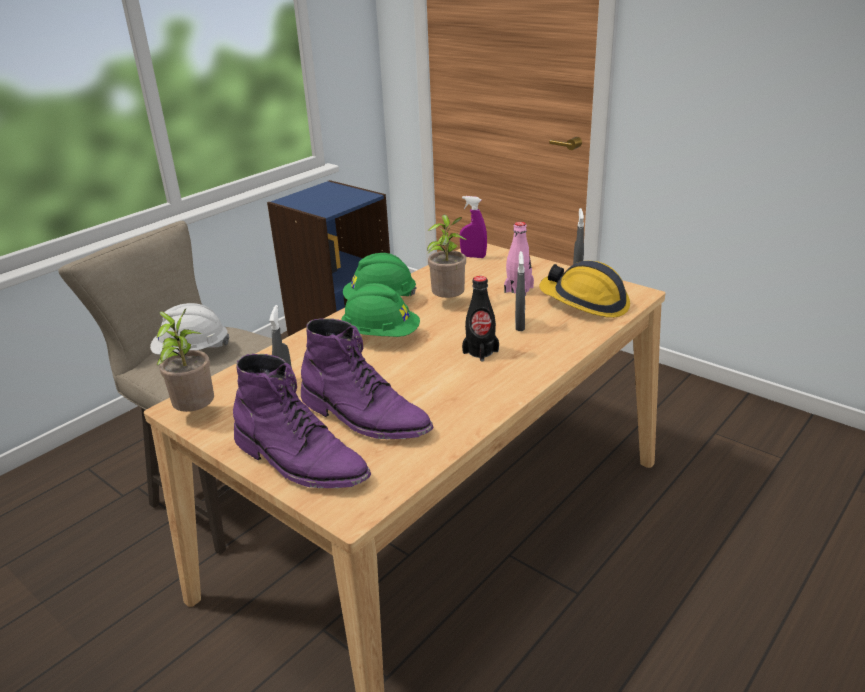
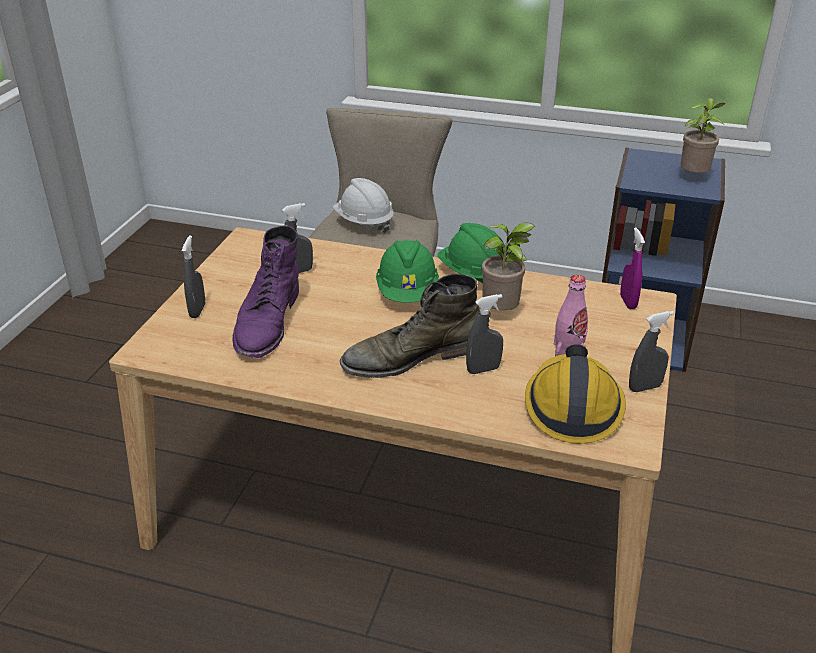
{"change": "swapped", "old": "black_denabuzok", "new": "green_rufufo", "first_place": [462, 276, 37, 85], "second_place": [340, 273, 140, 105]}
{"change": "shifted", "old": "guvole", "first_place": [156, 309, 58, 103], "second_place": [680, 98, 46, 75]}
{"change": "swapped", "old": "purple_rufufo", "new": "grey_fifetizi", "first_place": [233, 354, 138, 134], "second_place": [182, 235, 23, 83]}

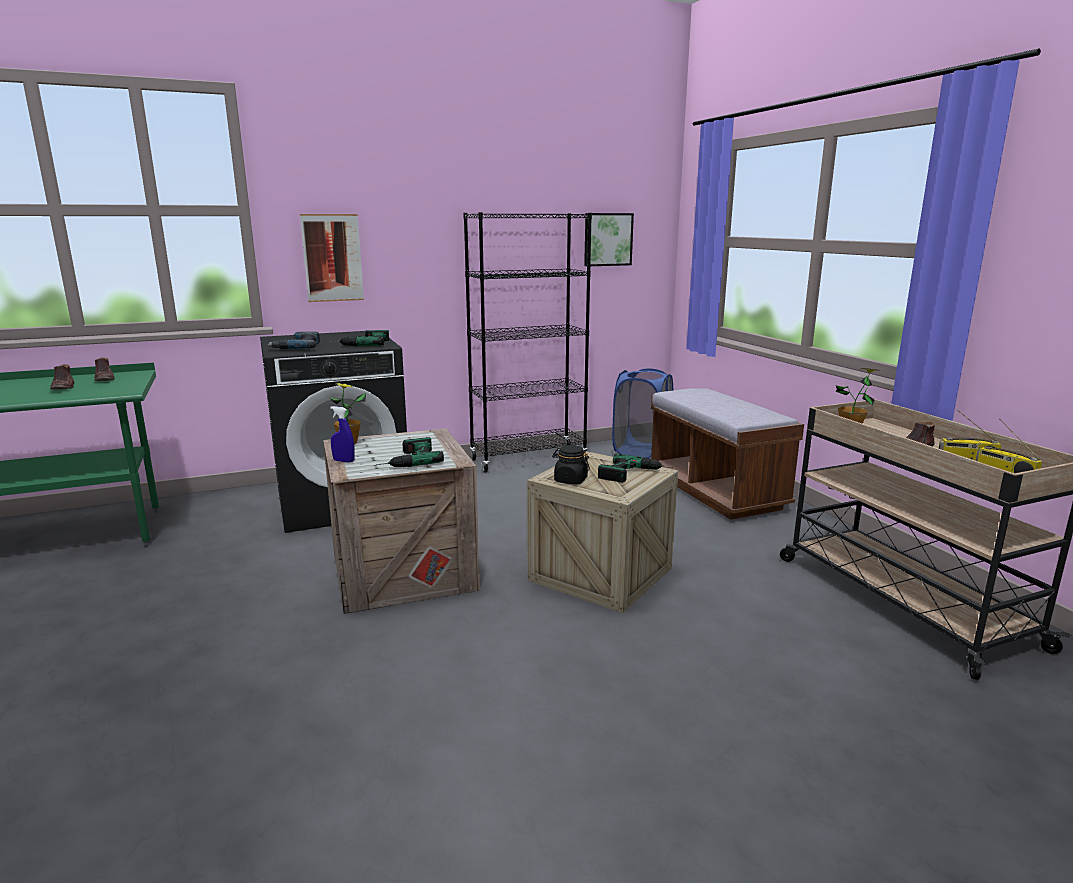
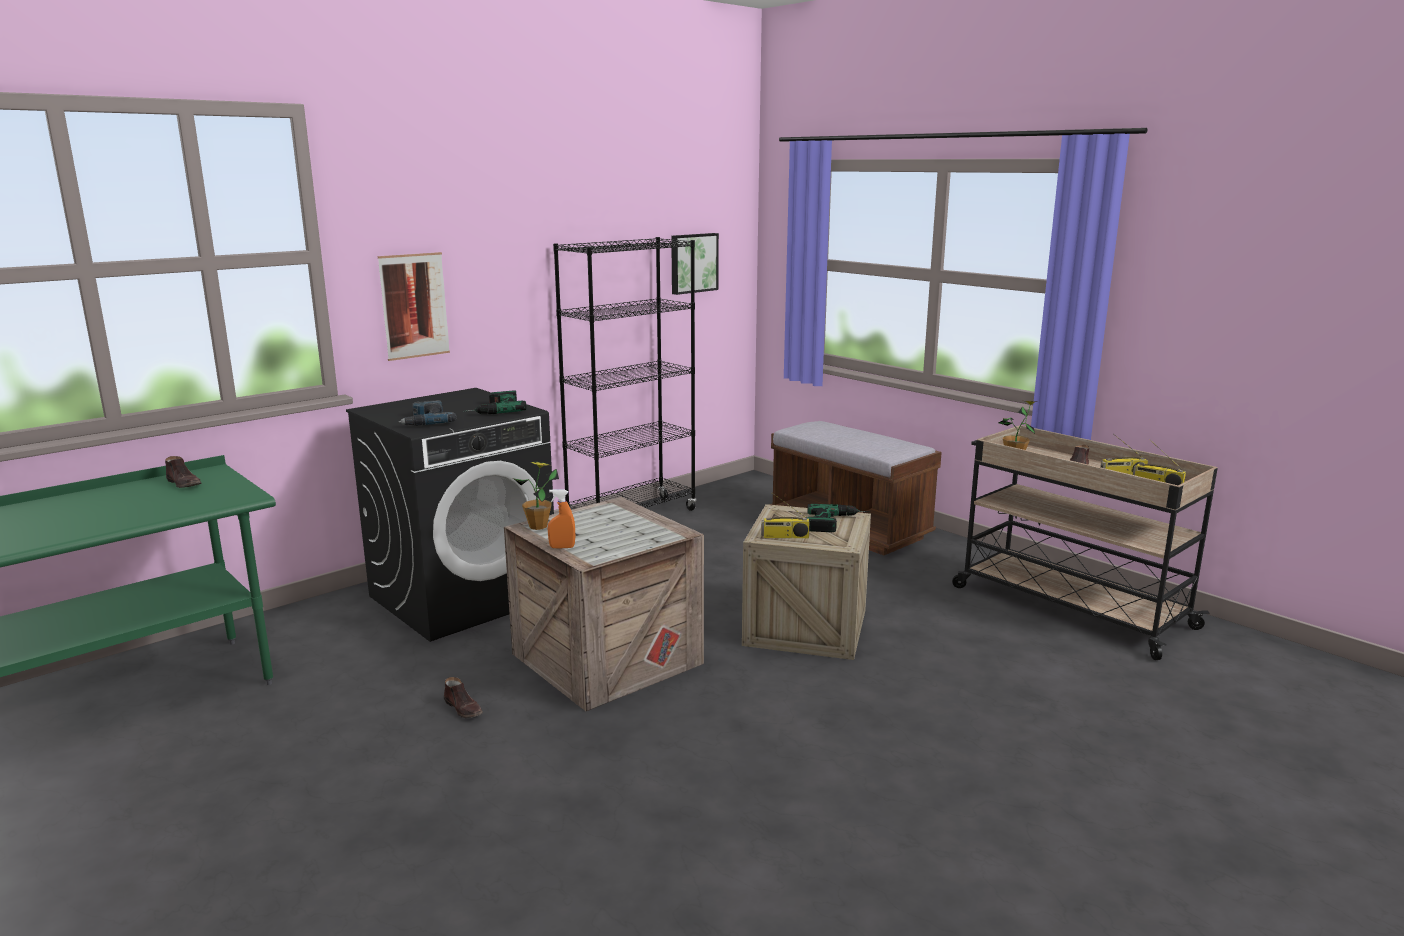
{"change": "shifted", "old": "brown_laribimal", "first_place": [50, 364, 24, 26], "second_place": [444, 677, 39, 41]}
{"change": "gone", "old": "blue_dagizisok", "first_place": [612, 368, 61, 90]}
{"change": "repainted", "old": "blue_fifetizi", "new": "orange_fifetizi", "first_place": [330, 406, 25, 57], "second_place": [548, 489, 27, 60]}
{"change": "gone", "old": "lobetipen", "first_place": [376, 437, 68, 30]}
{"change": "swapped", "old": "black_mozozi", "new": "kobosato", "first_place": [552, 445, 38, 39], "second_place": [761, 493, 49, 45]}

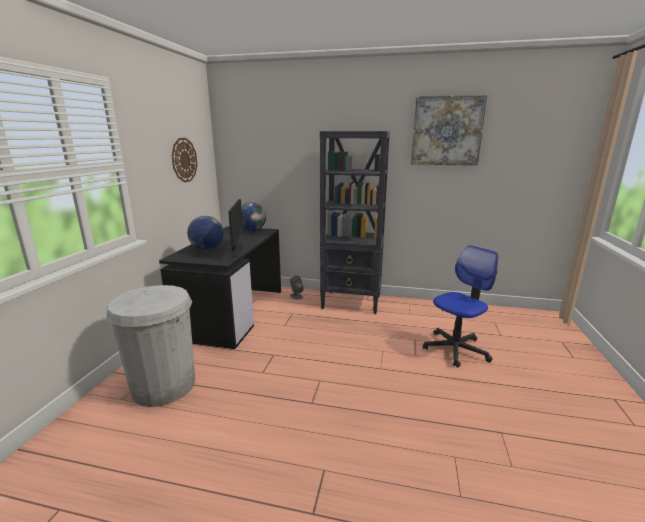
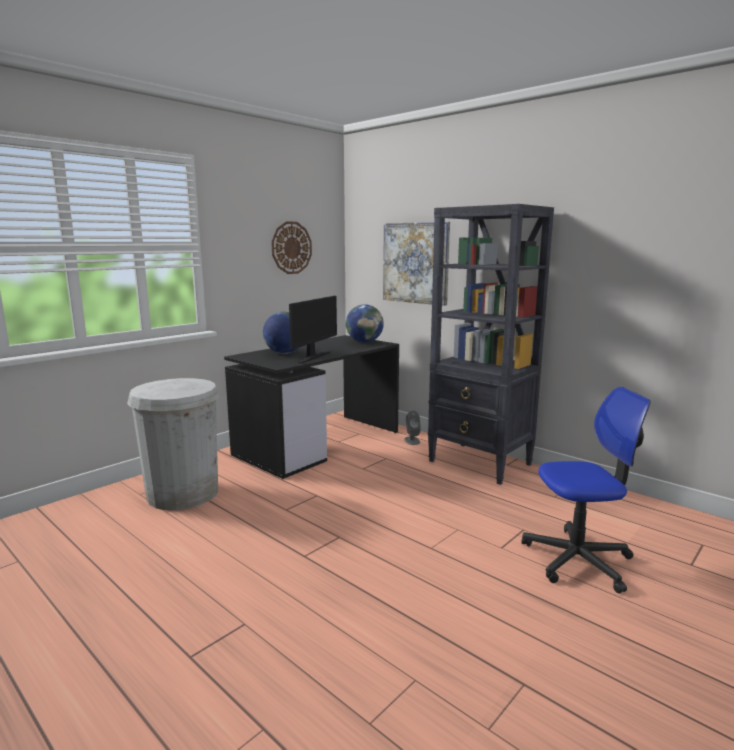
{"change": "shifted", "old": "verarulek", "first_place": [411, 95, 76, 71], "second_place": [383, 222, 67, 84]}

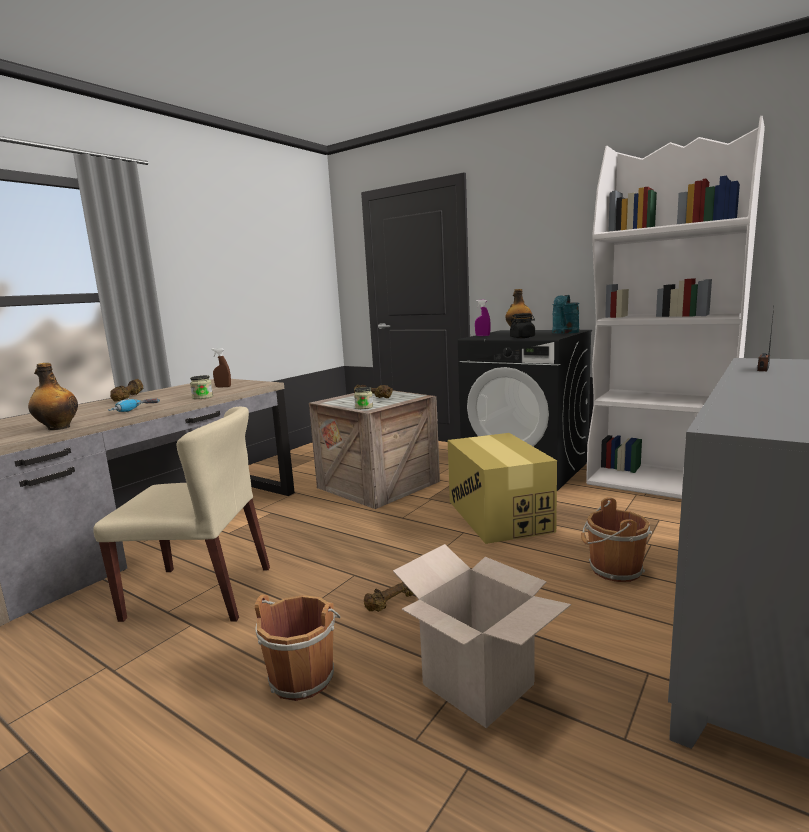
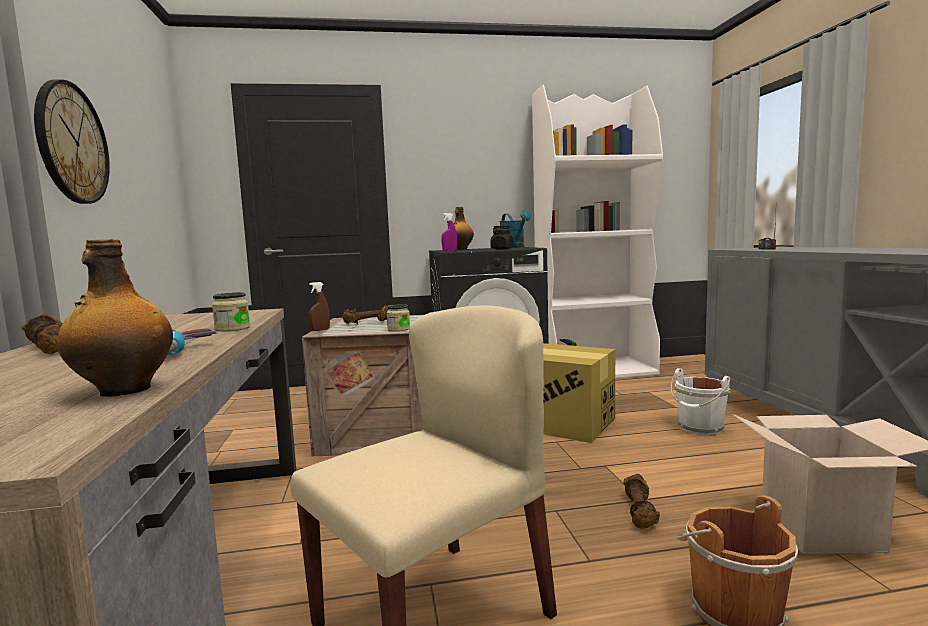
{"change": "shifted", "old": "brown_fifetizi", "first_place": [212, 348, 19, 39], "second_place": [309, 282, 21, 49]}
{"change": "repainted", "old": "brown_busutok", "new": "white_busutok", "first_place": [581, 497, 71, 85], "second_place": [671, 368, 59, 67]}
{"change": "new", "new": "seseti", "second_place": [34, 79, 76, 125]}

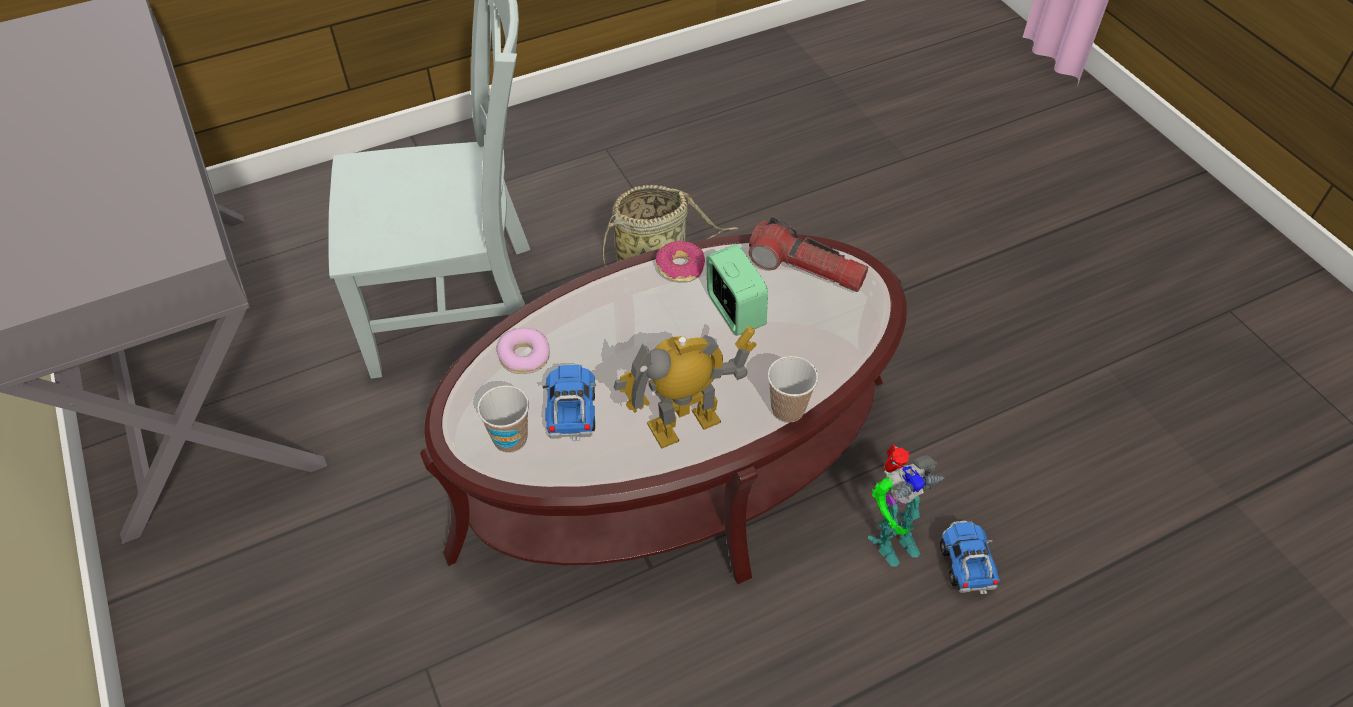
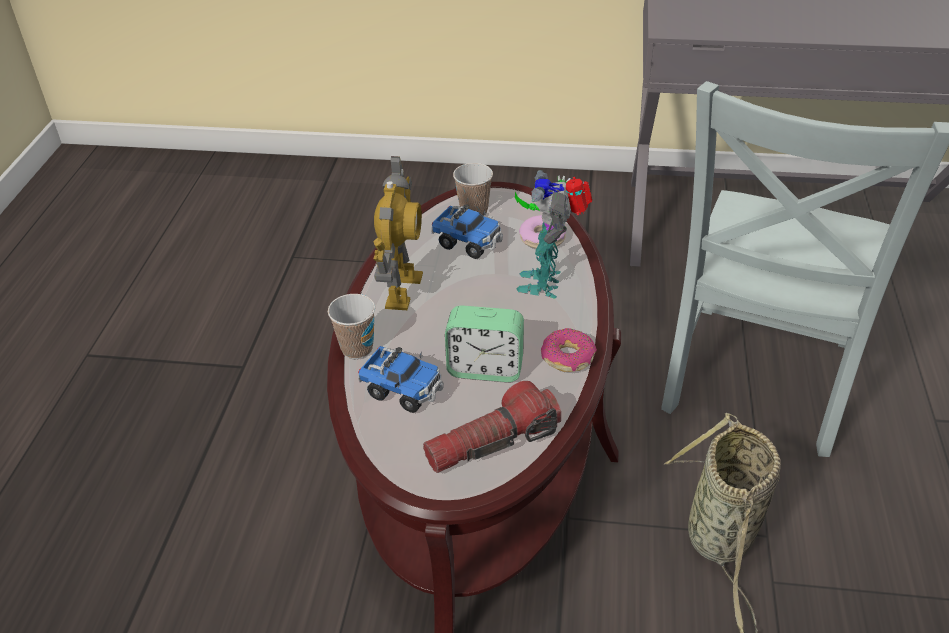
{"change": "shifted", "old": "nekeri", "first_place": [868, 444, 76, 123], "second_place": [515, 170, 77, 129]}
{"change": "shifted", "old": "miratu", "first_place": [940, 521, 60, 73], "second_place": [358, 346, 86, 67]}

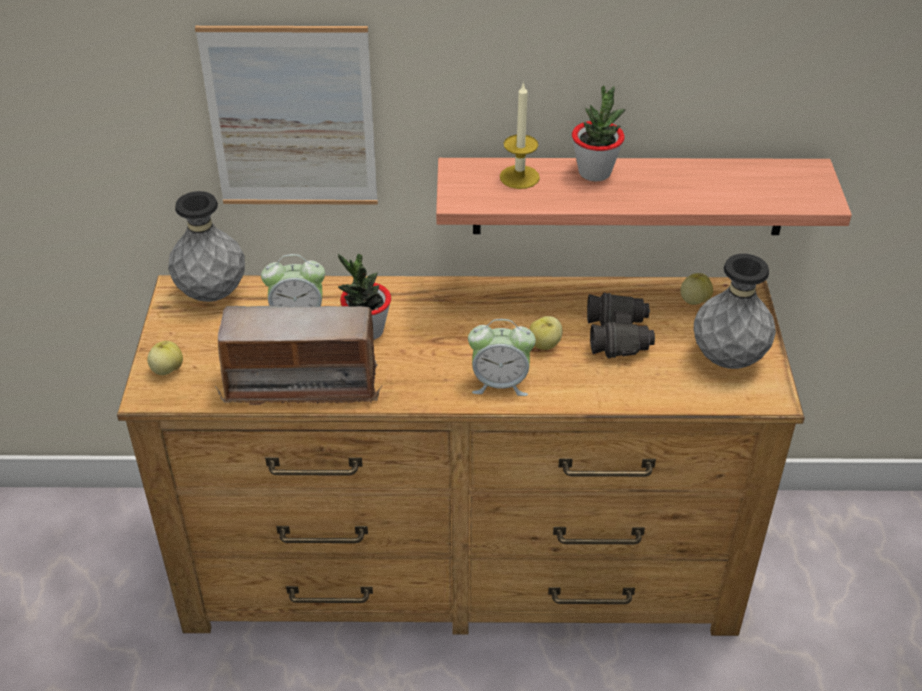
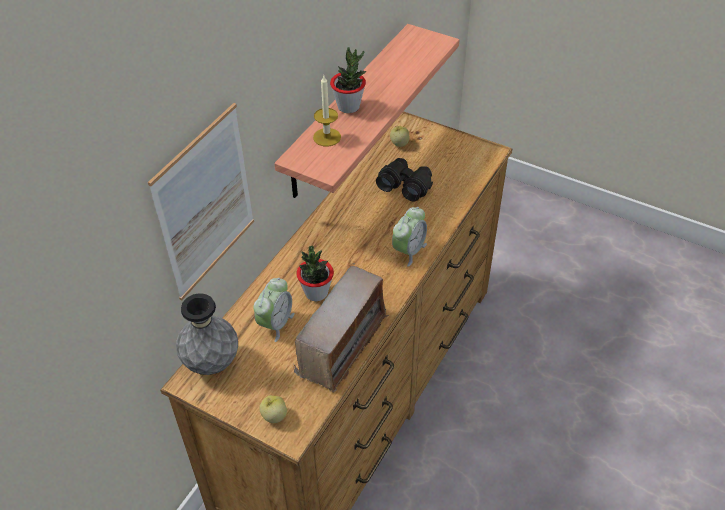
{"change": "gone", "old": "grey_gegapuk", "first_place": [694, 254, 82, 115]}
{"change": "gone", "old": "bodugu", "first_place": [529, 316, 33, 34]}

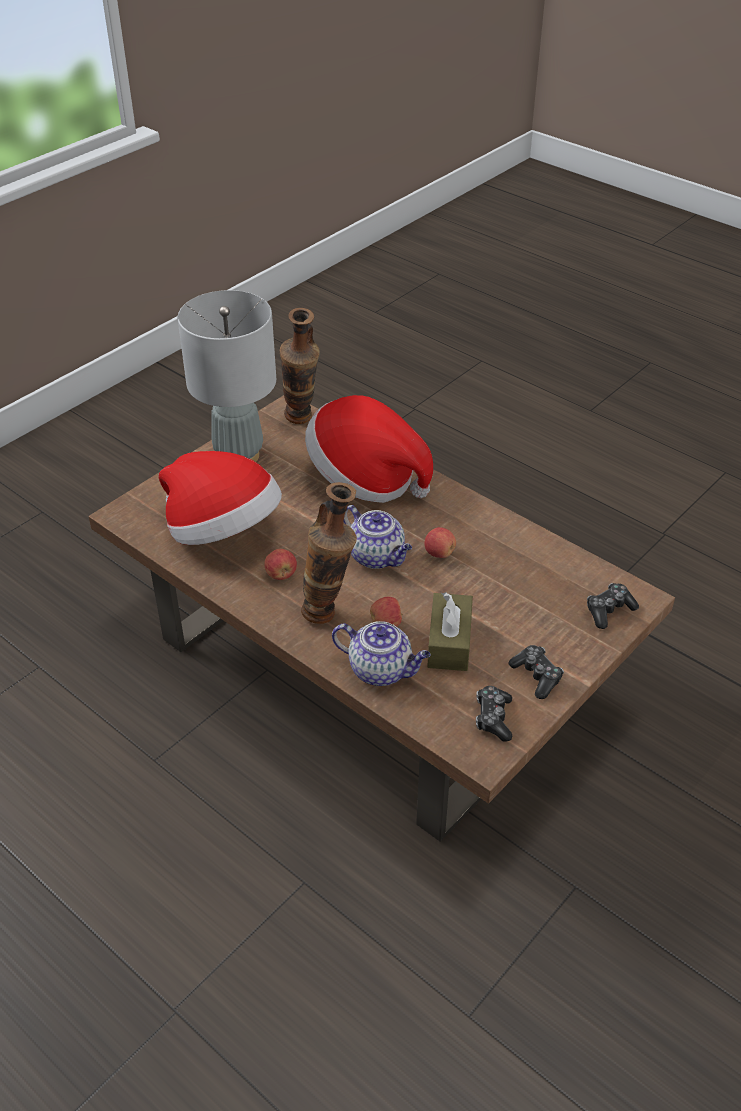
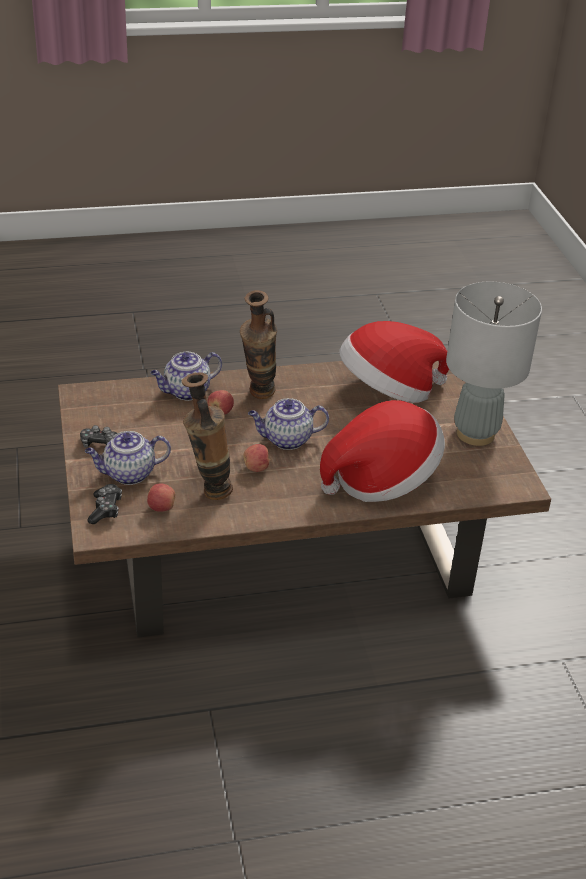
{"change": "shifted", "old": "gegapuk", "first_place": [280, 308, 40, 116], "second_place": [182, 372, 51, 128]}
{"change": "shifted", "old": "bodugu", "first_place": [264, 549, 33, 31], "second_place": [147, 483, 28, 29]}
{"change": "gone", "old": "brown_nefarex", "first_place": [427, 592, 46, 79]}
{"change": "gone", "old": "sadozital", "first_place": [476, 686, 36, 56]}
{"change": "new", "new": "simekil", "second_place": [85, 431, 86, 54]}

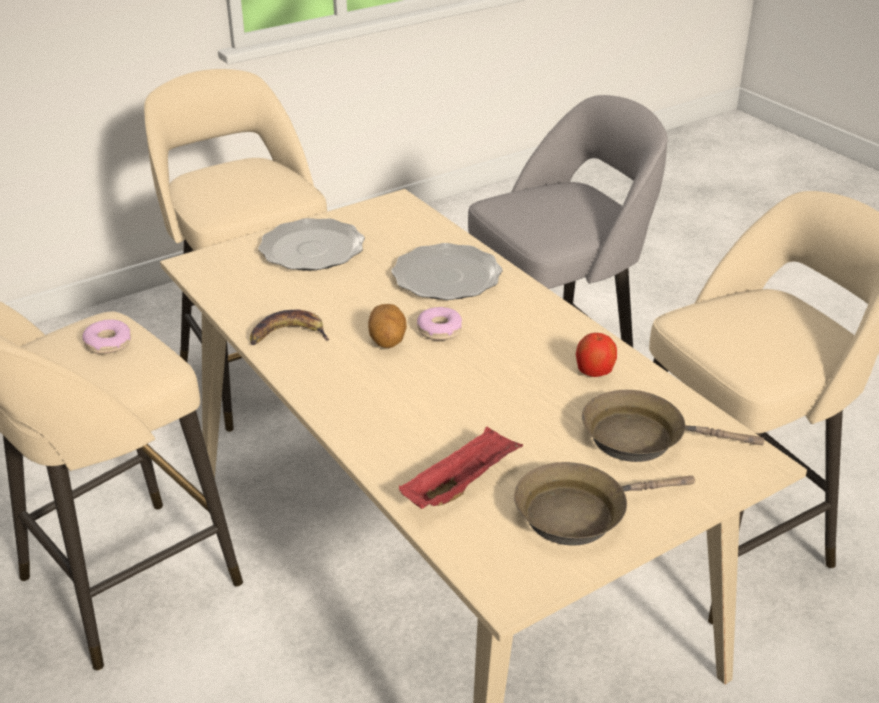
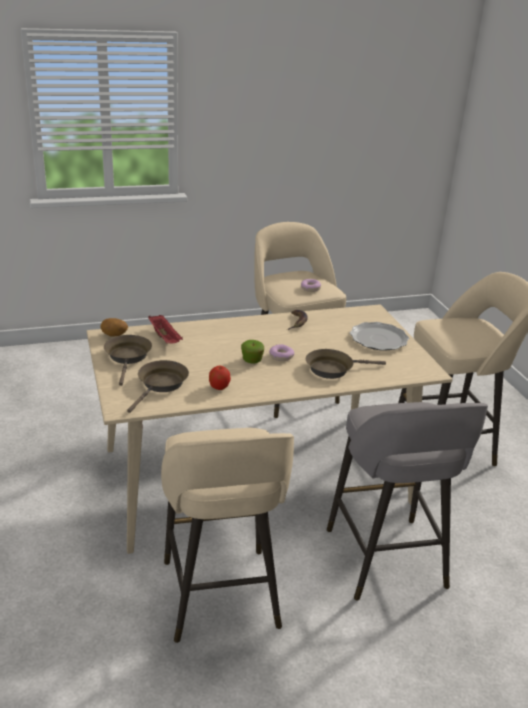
{"change": "swapped", "old": "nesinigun", "new": "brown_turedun", "first_place": [391, 243, 112, 57], "second_place": [306, 349, 80, 30]}
{"change": "shifted", "old": "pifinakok", "first_place": [368, 304, 39, 44], "second_place": [100, 318, 28, 19]}
{"change": "new", "new": "bodugu", "second_place": [241, 340, 23, 24]}

